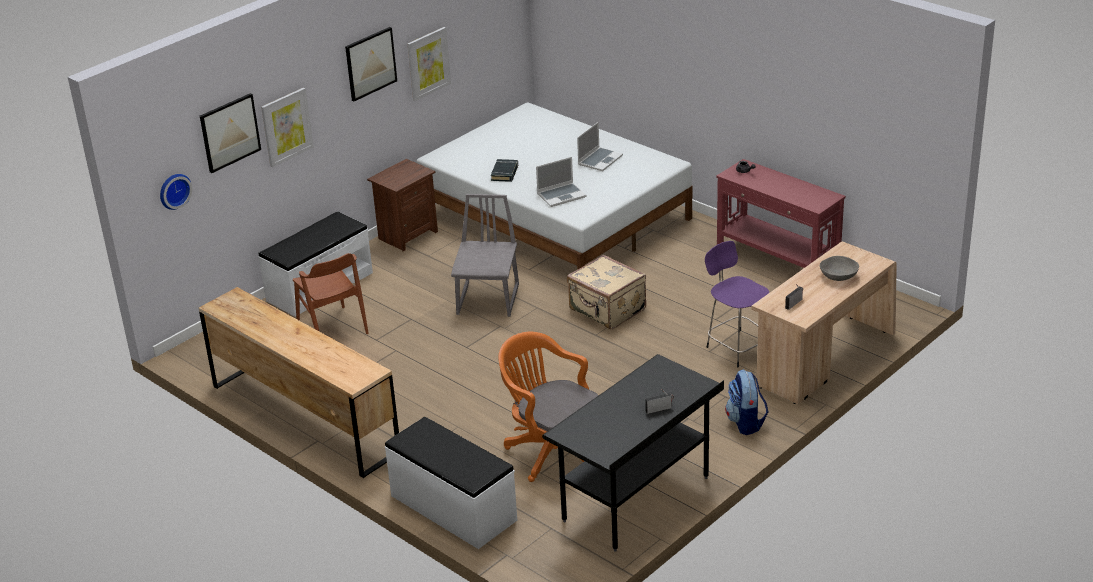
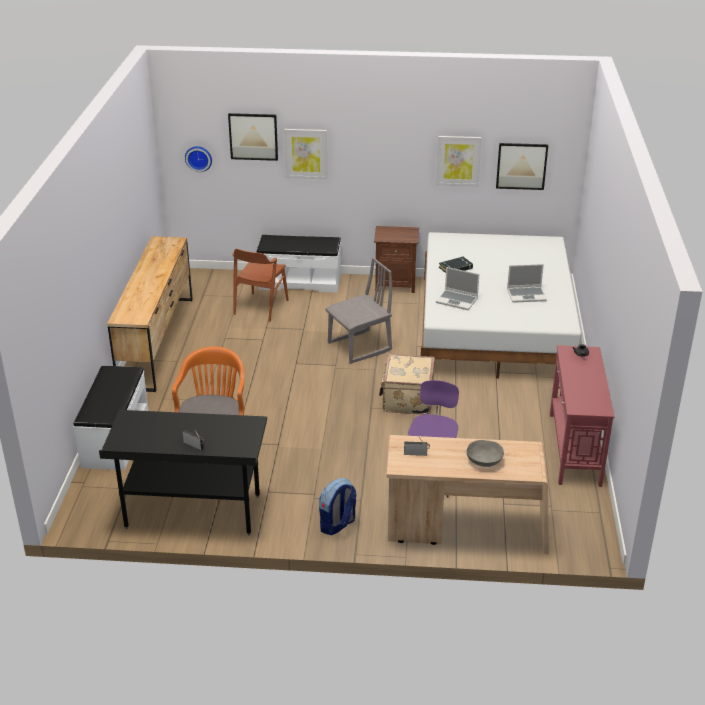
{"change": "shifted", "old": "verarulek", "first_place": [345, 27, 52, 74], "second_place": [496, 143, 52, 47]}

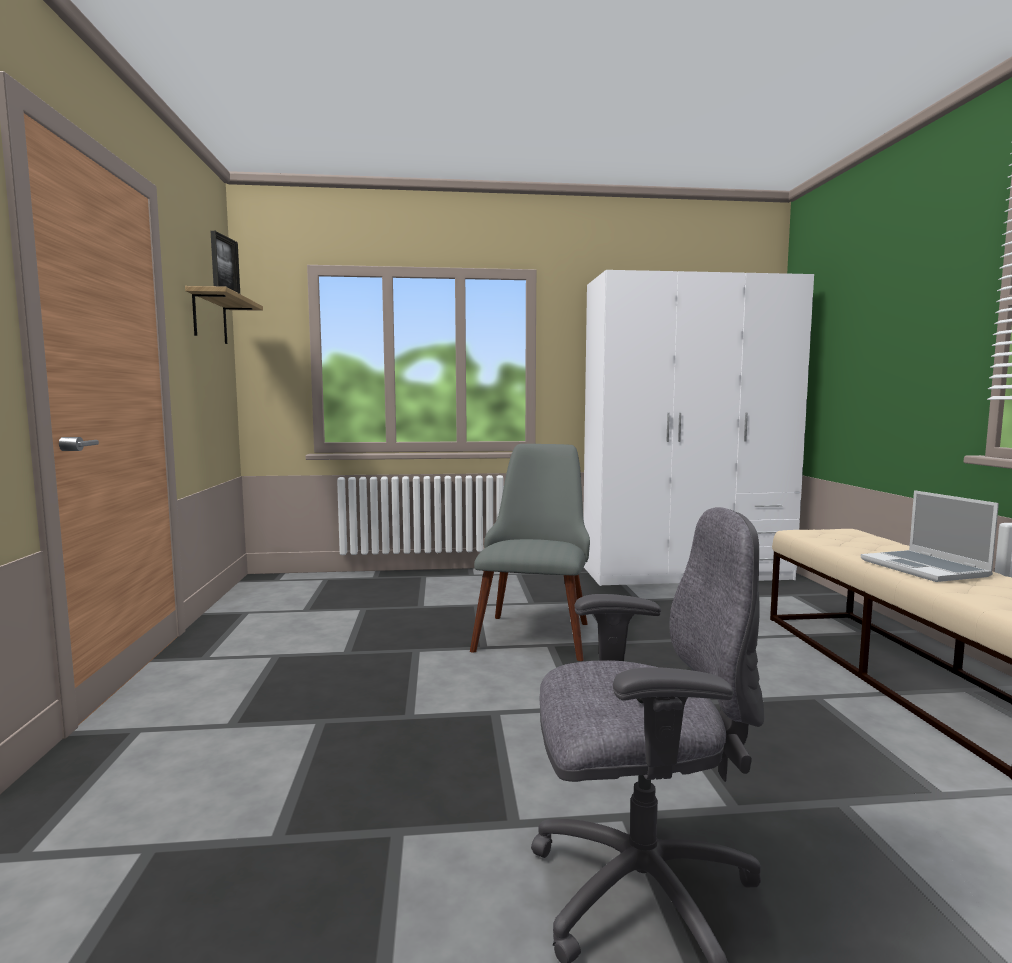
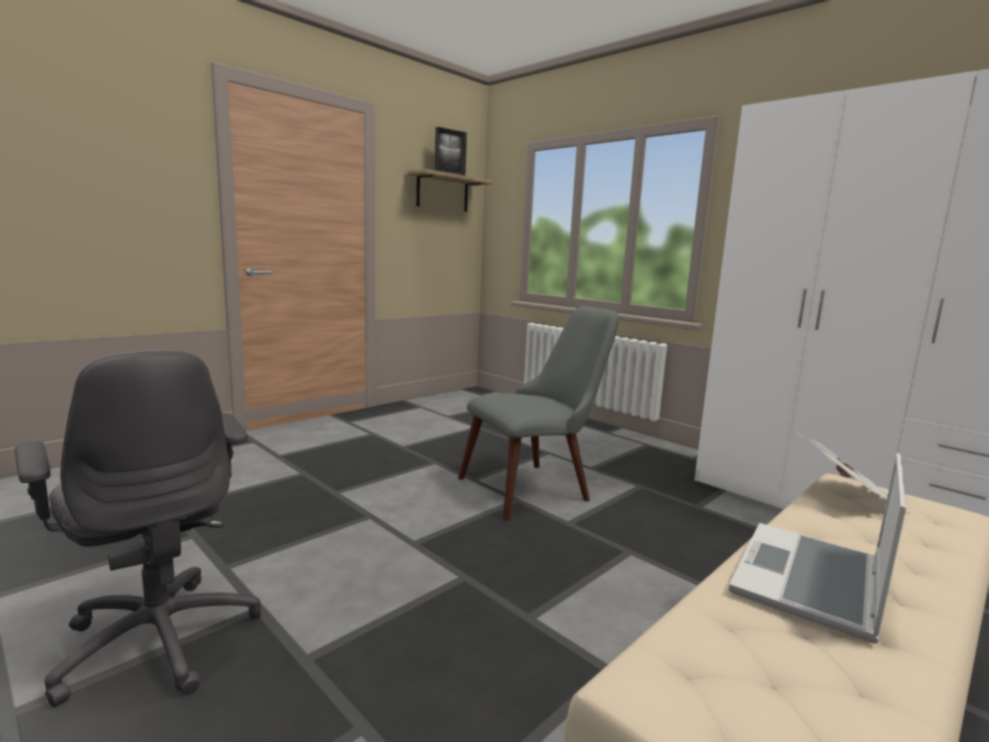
{"change": "new", "new": "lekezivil", "second_place": [796, 433, 117, 77]}

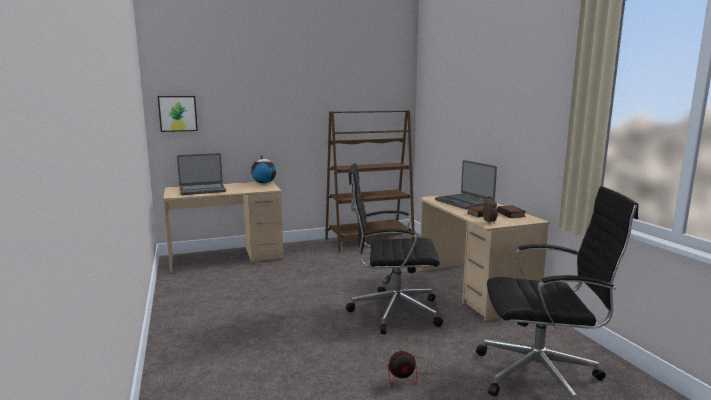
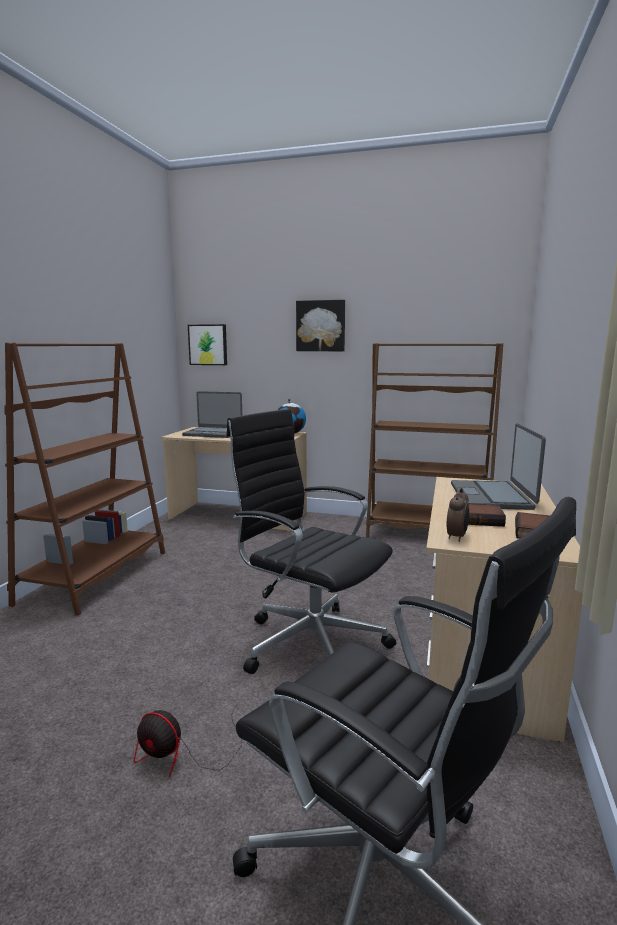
{"change": "new", "new": "verarulek", "second_place": [296, 300, 49, 51]}
{"change": "new", "new": "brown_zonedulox", "second_place": [4, 343, 161, 272]}

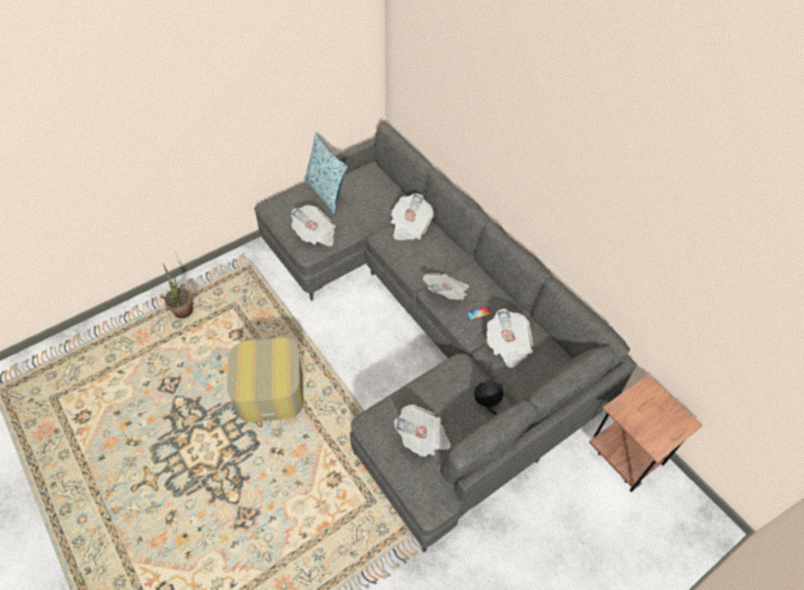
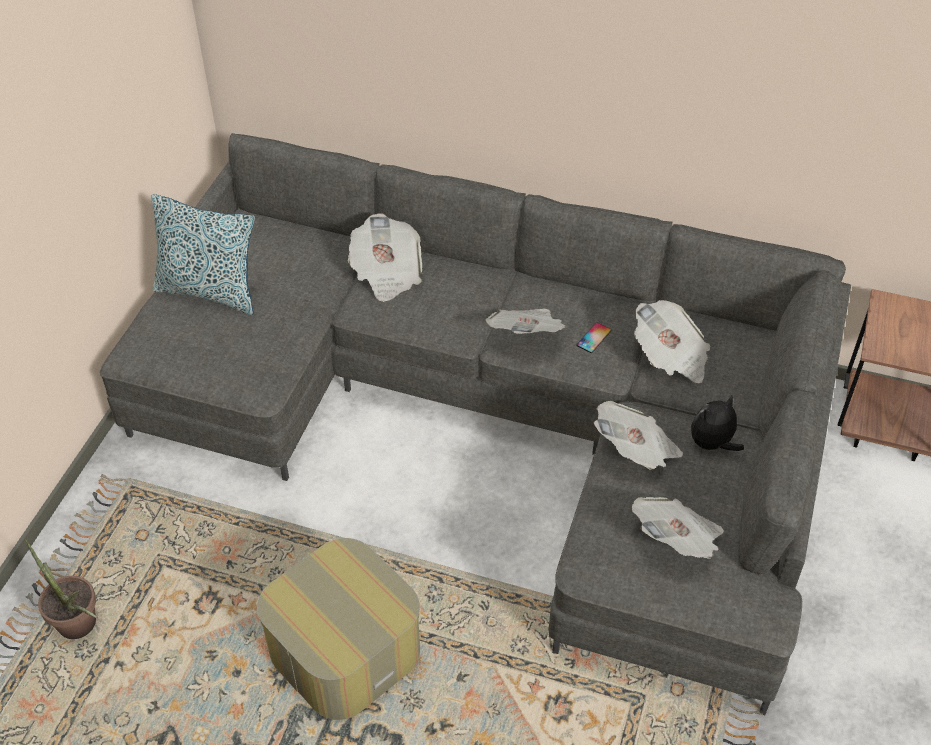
{"change": "shifted", "old": "lekezivil", "first_place": [291, 205, 45, 42], "second_place": [594, 401, 89, 69]}

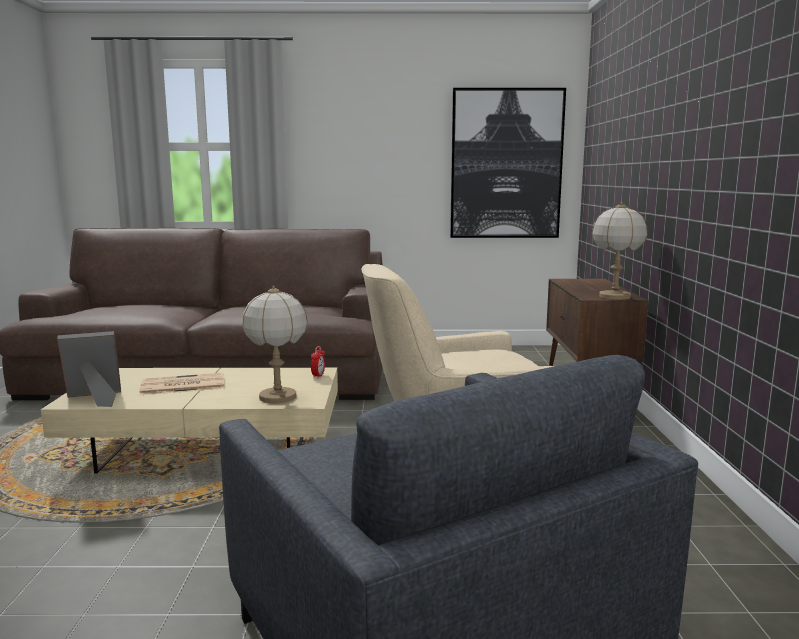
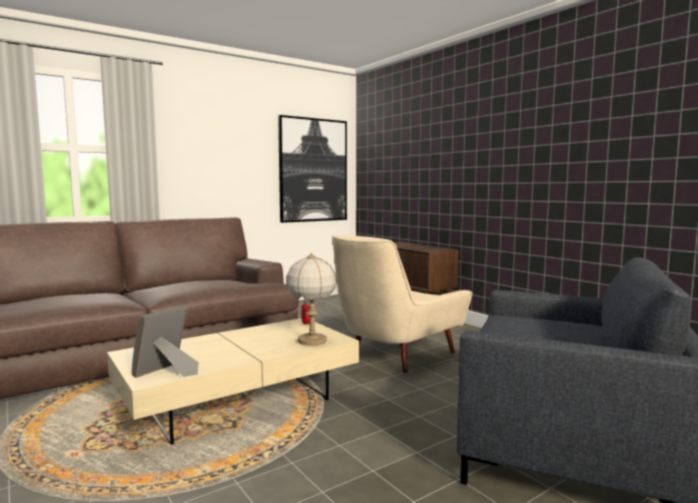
{"change": "gone", "old": "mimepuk", "first_place": [592, 202, 56, 98]}
{"change": "gone", "old": "lekezivil", "first_place": [139, 373, 86, 22]}

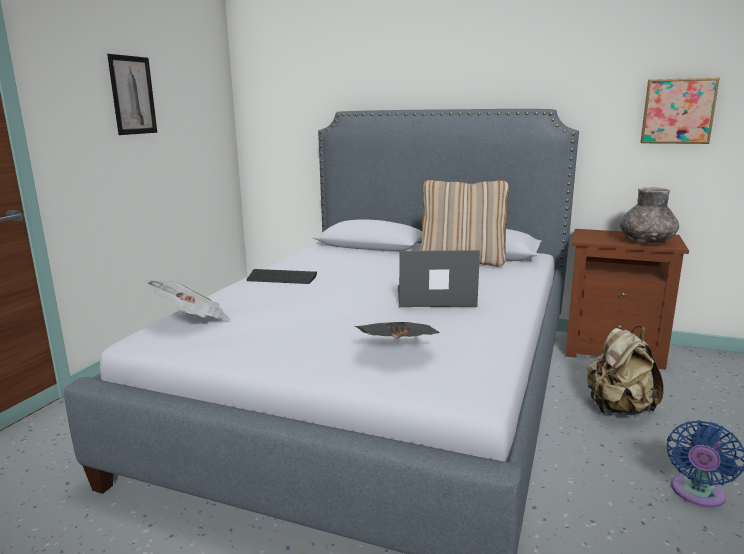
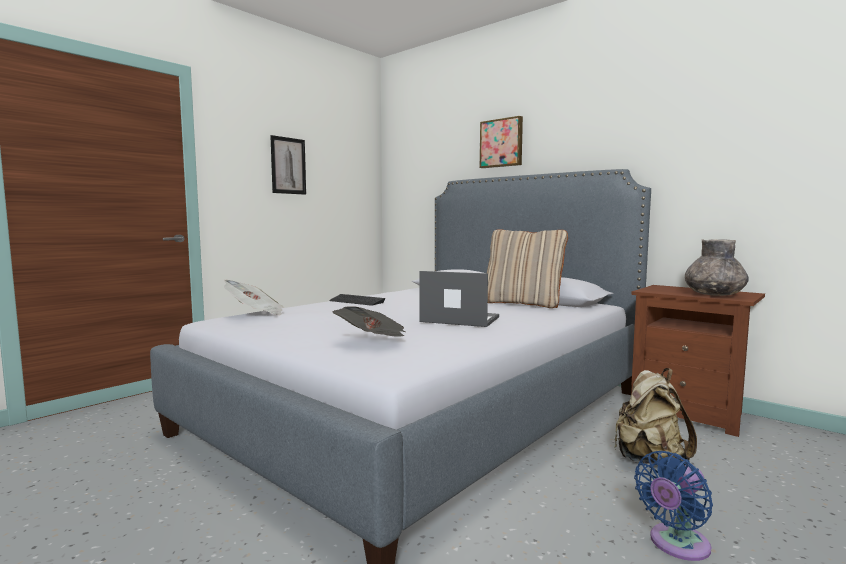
{"change": "shifted", "old": "verarulek", "first_place": [640, 78, 80, 66], "second_place": [480, 116, 43, 52]}

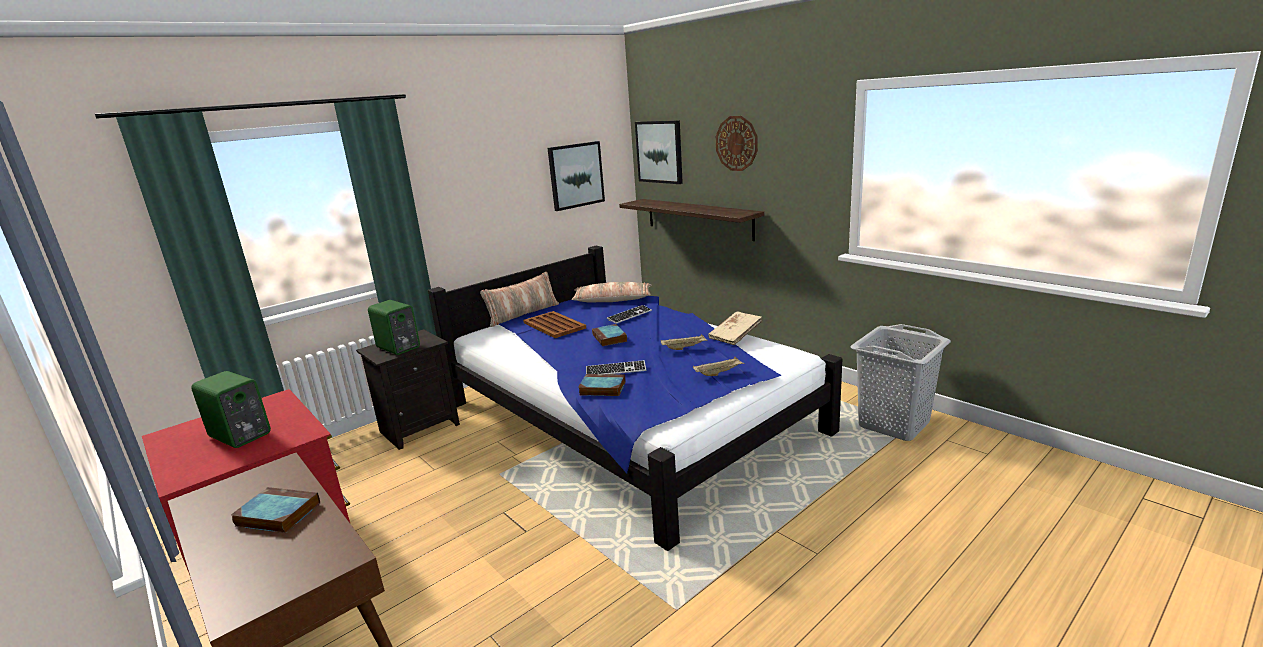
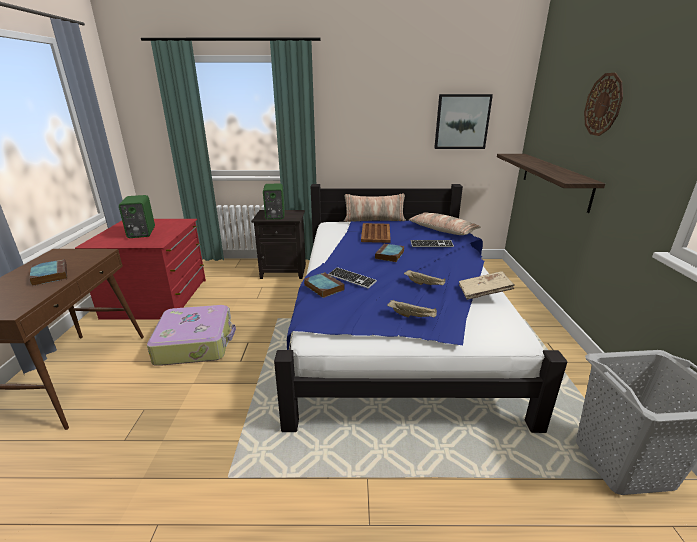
{"change": "gone", "old": "verarulek", "first_place": [635, 120, 48, 64]}
{"change": "new", "new": "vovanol", "second_place": [147, 305, 89, 61]}

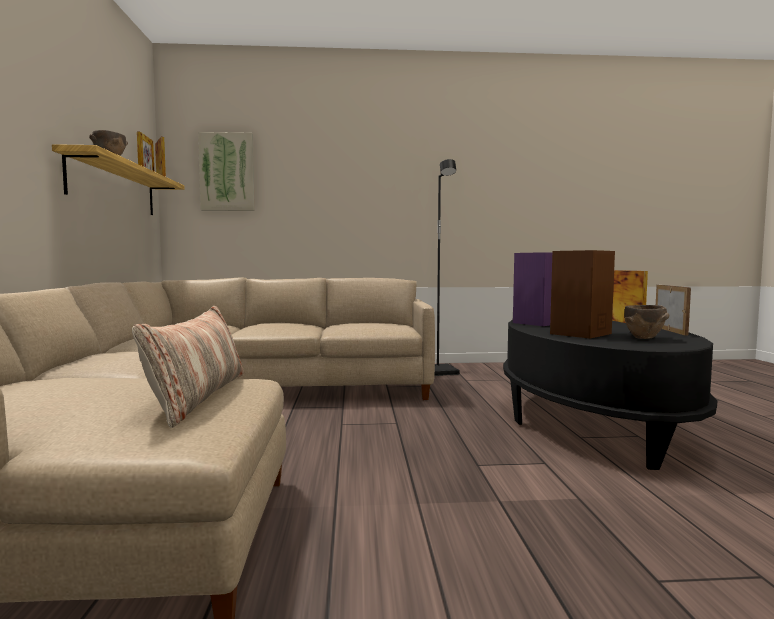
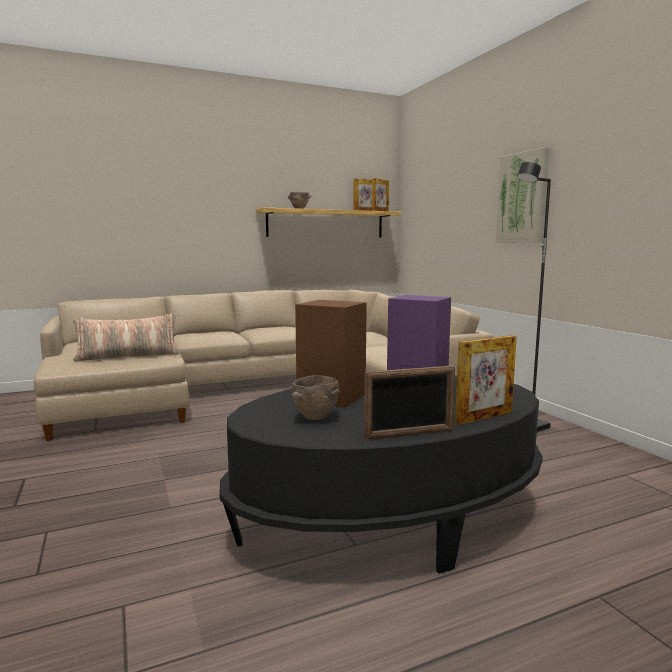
{"change": "shifted", "old": "verarulek", "first_place": [198, 132, 57, 79], "second_place": [496, 147, 54, 95]}

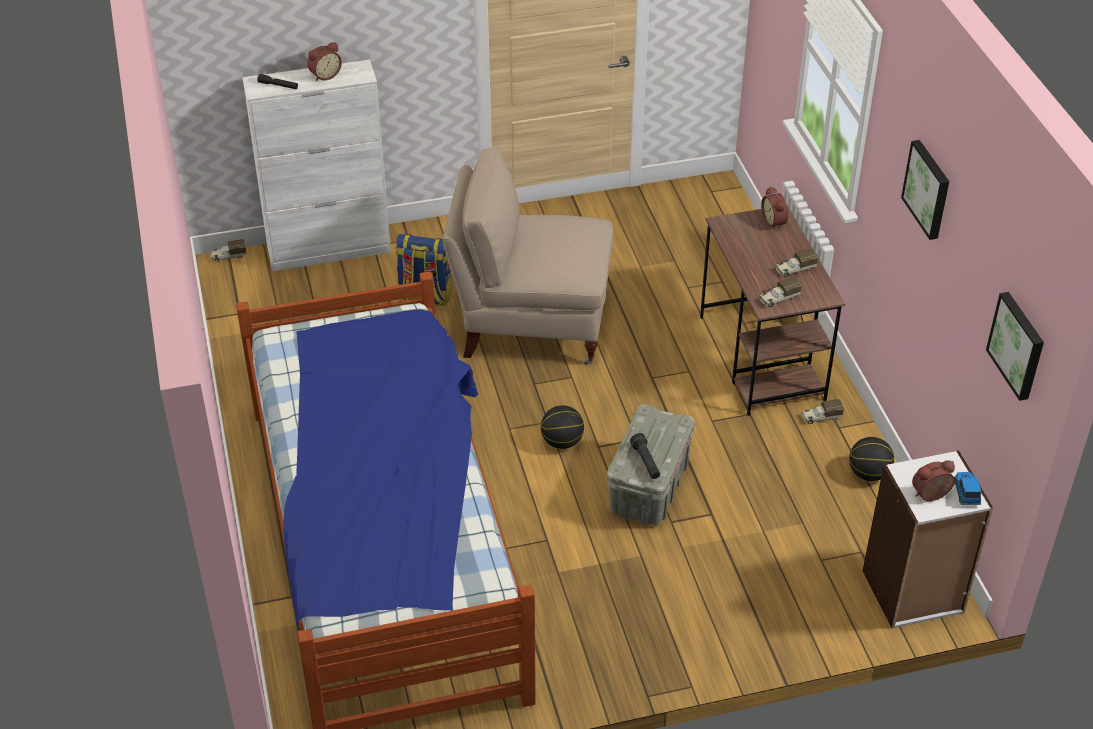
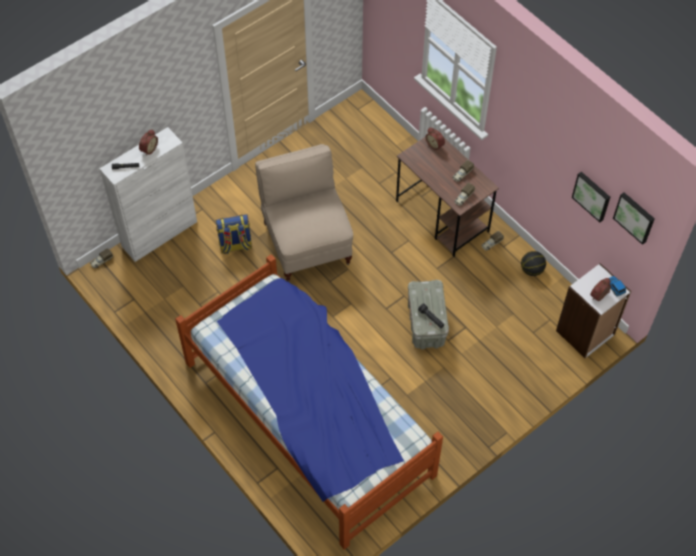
{"change": "shifted", "old": "verarulek", "first_place": [901, 140, 48, 100], "second_place": [572, 172, 38, 50]}
{"change": "rotated", "old": "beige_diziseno", "first_place": [443, 147, 170, 218], "second_place": [255, 144, 98, 138], "degrees": 90}
{"change": "gone", "old": "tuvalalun", "first_place": [541, 405, 43, 44]}

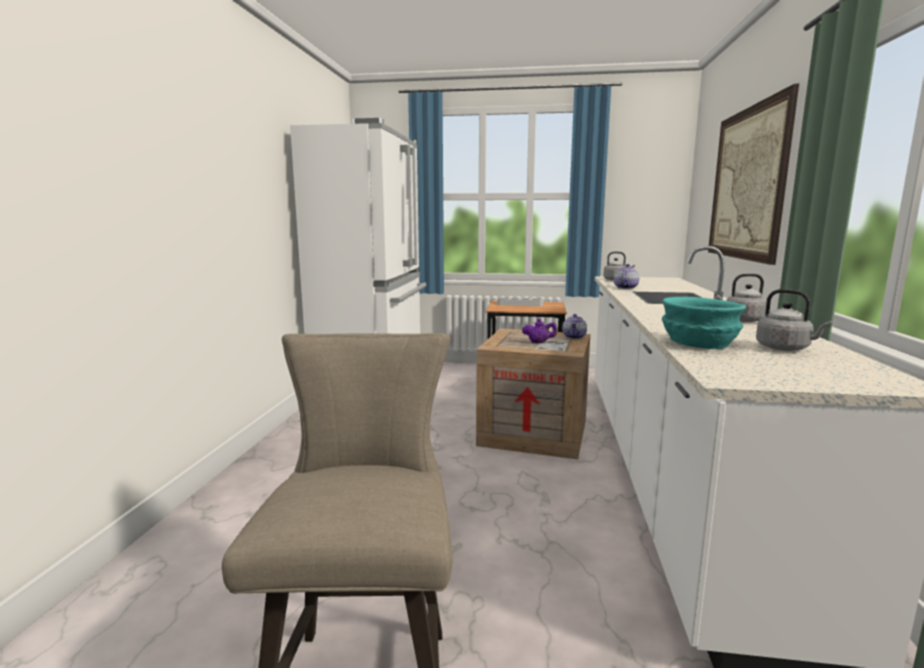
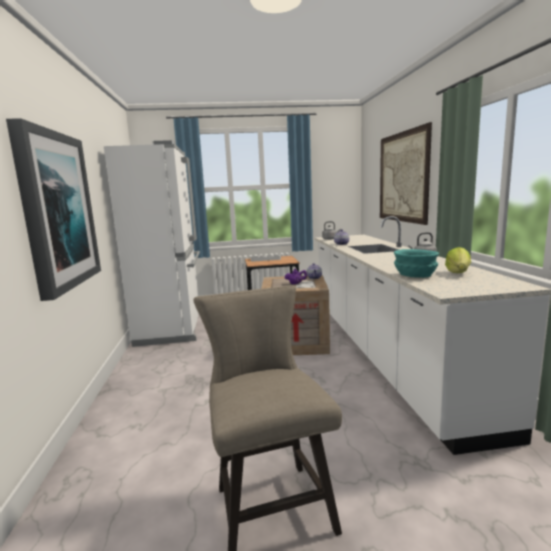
{"change": "swapped", "old": "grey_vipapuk", "new": "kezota", "first_place": [756, 289, 76, 62], "second_place": [445, 247, 26, 26]}
{"change": "new", "new": "verarulek", "second_place": [6, 118, 95, 183]}

